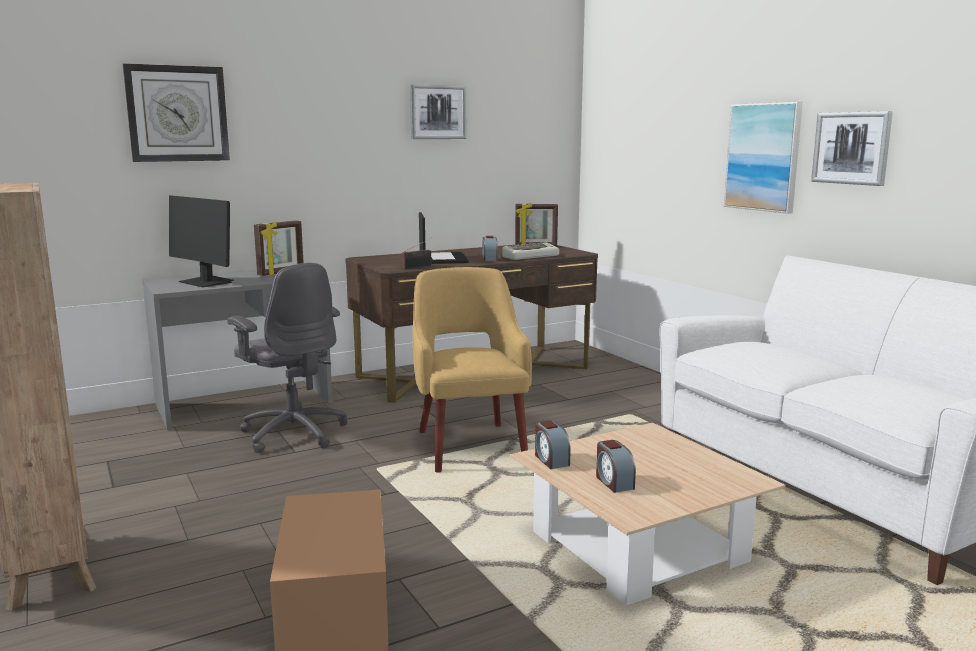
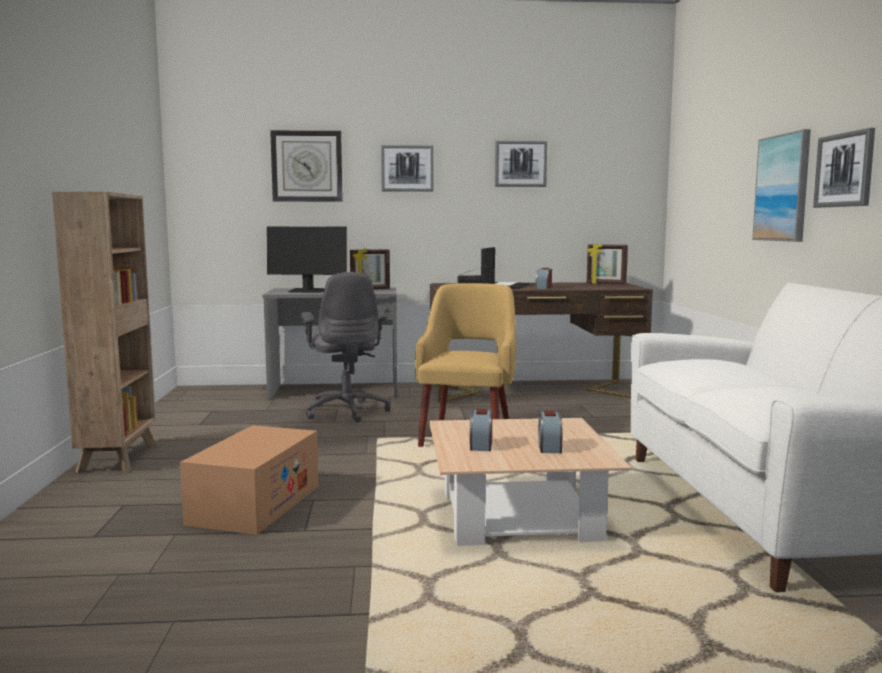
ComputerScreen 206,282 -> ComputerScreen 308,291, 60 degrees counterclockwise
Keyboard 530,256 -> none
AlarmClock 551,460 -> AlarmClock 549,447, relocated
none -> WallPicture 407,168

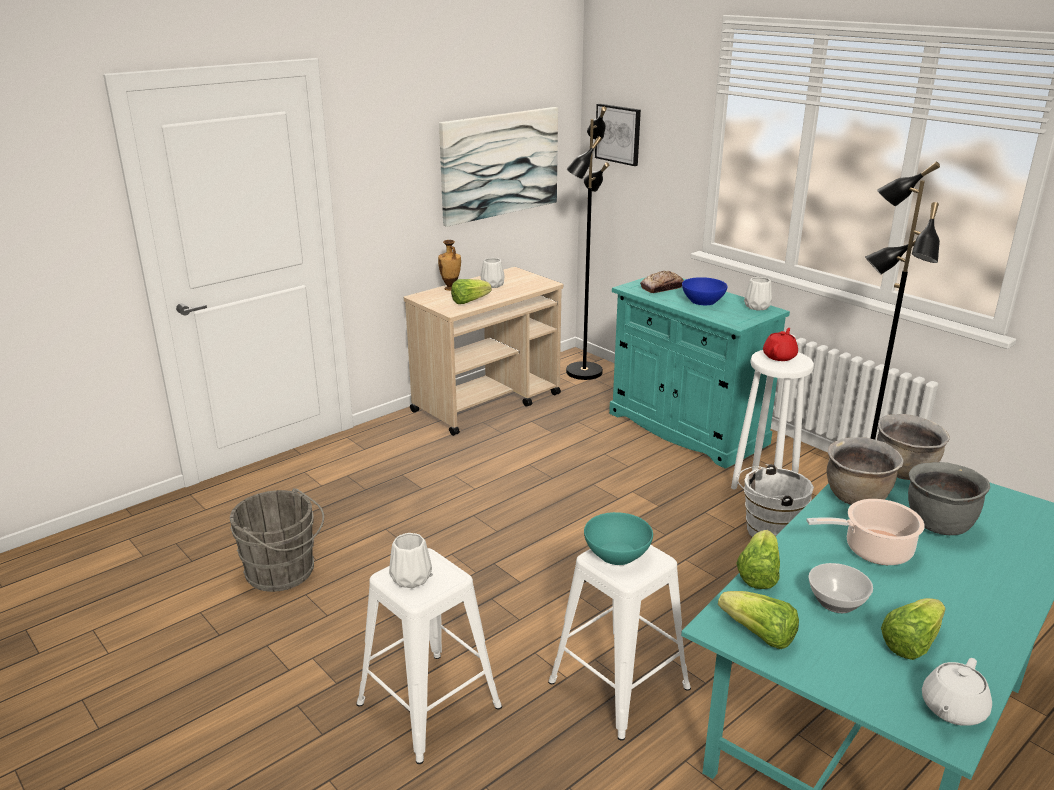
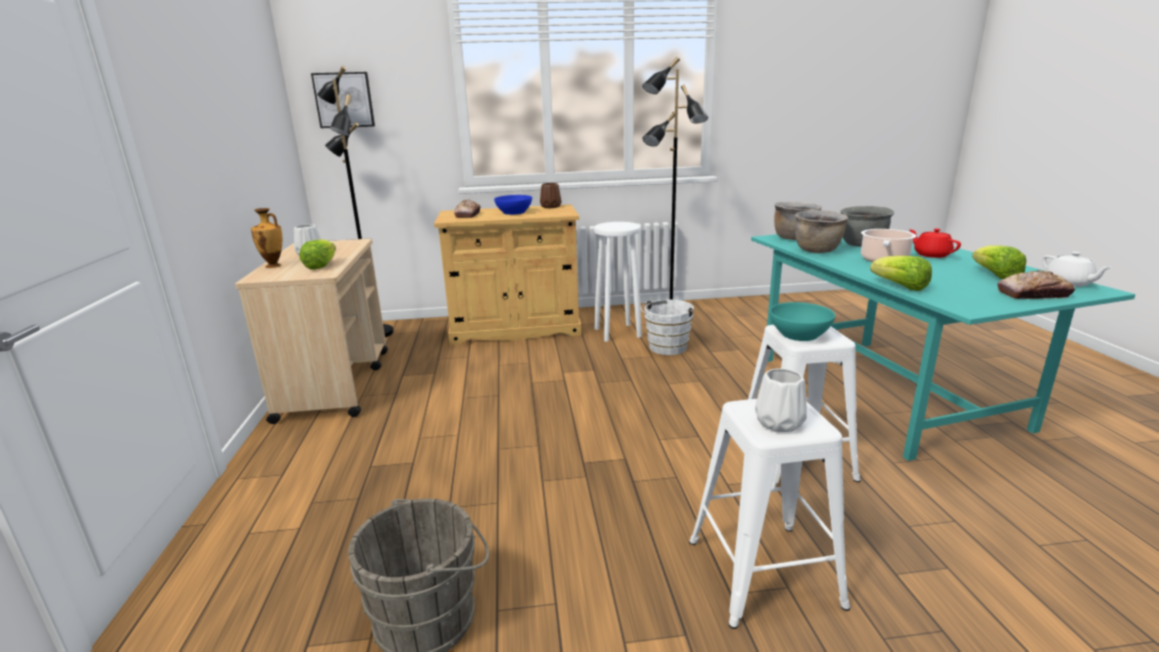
WallPicture 499,164 -> none
BlueGreenCabinet 686,428 -> BeigeColouredCabinet 515,329
HeadOfLettuce 758,635 -> none
WhitishDecorativeVase 756,306 -> BrownColouredDecorativeVase 550,207
RedColouredPotForTea 779,356 -> RedColouredPotForTea 931,255, relocated
Bowl 837,602 -> none
none -> BakedBread 1033,294

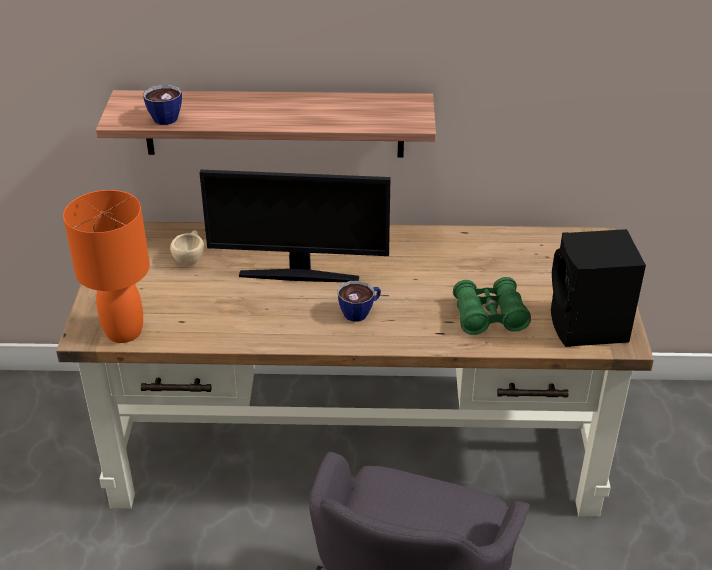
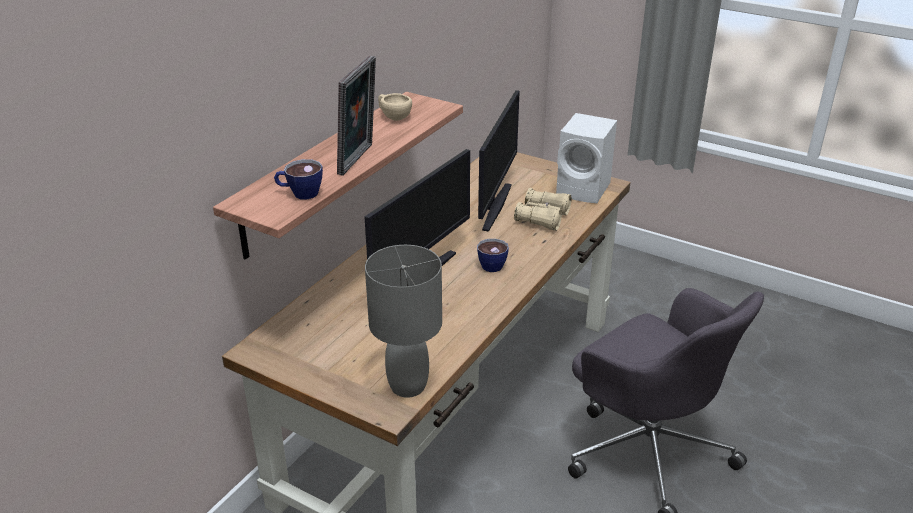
OrangeyLampForATable 124,332 -> GreyLampForATable 408,386
BeigeColouredSmallCup 190,257 -> BeigeColouredSmallCup 393,117, relocated
GreenColouredFieldGlasses 489,316 -> BeigeColouredFieldGlasses 542,217
BlackSpeaker 588,328 -> WhitishSpeaker 585,190
none -> StandingFrame 359,160
none -> ComputerScreen 494,206

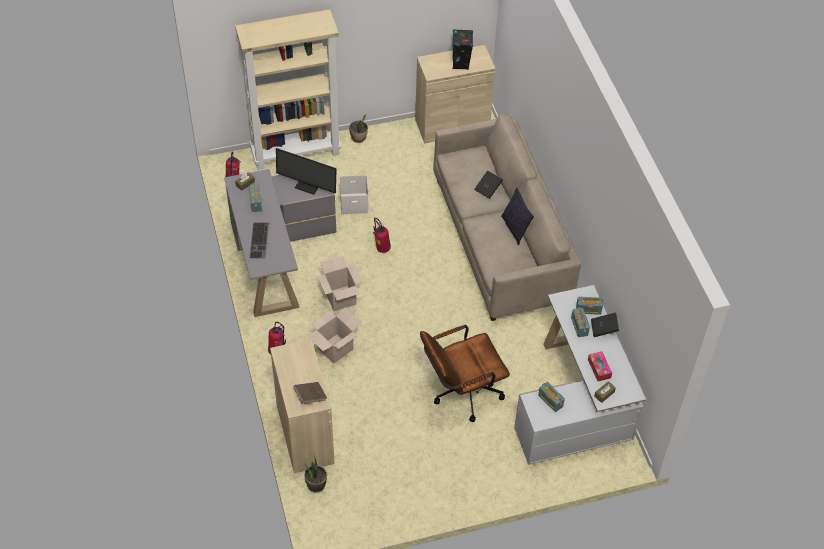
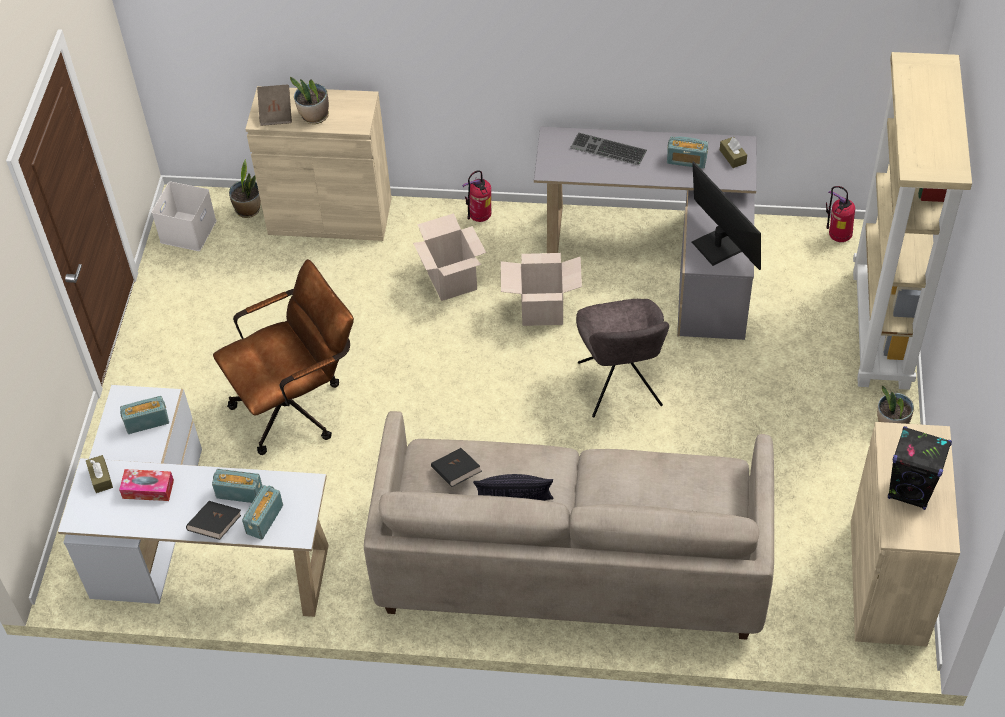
ComputerScreen 308,184 -> ComputerScreen 718,245, 105 degrees clockwise
WhitishStorageBox 353,204 -> WhitishStorageBox 187,230, relocated
Extinguisher 381,249 -> GreyUprightChair 620,387
BrownColouredComputerChair 461,393 -> BrownColouredComputerChair 297,405, 60 degrees clockwise
BlackVolume 488,189 -> BlackVolume 456,474, relocated
none -> PottedPlant 314,116

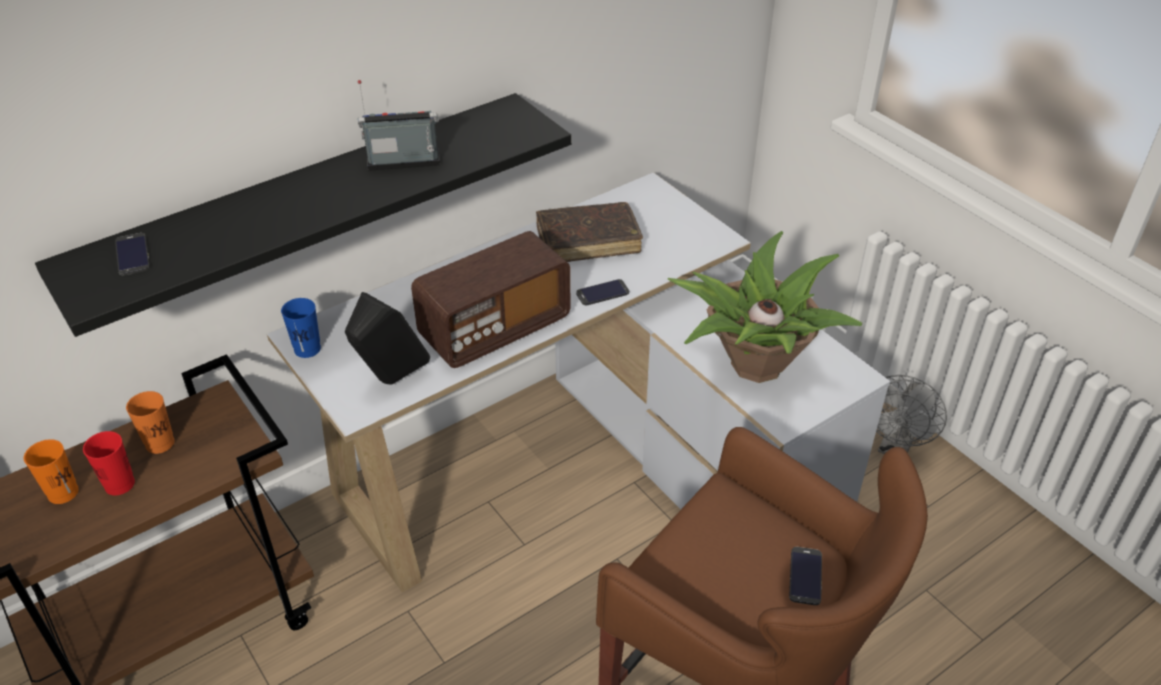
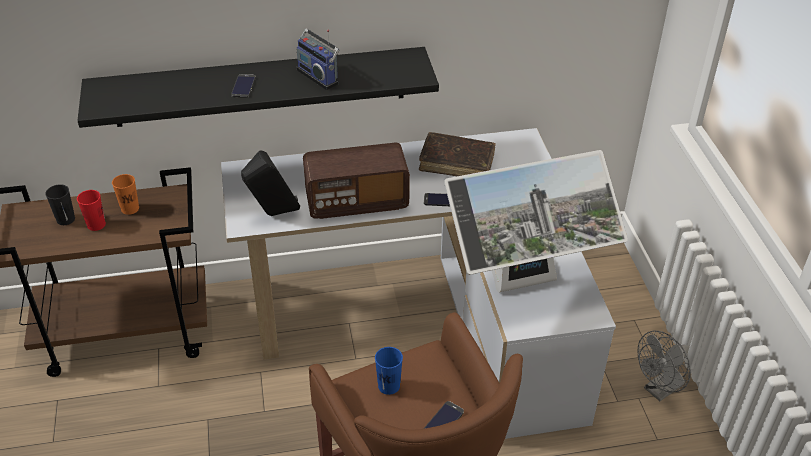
OrangeySmallCup 63,493 -> BlackSmallCup 65,219
Phone 132,254 -> Phone 243,86, relocated
BlueColouredSmallCup 307,349 -> BlueColouredSmallCup 389,386, relocated
RadioReceiver 404,164 -> RadioReceiver 319,76, 150 degrees counterclockwise
PottedPlant 755,366 -> ComputerScreen 525,283

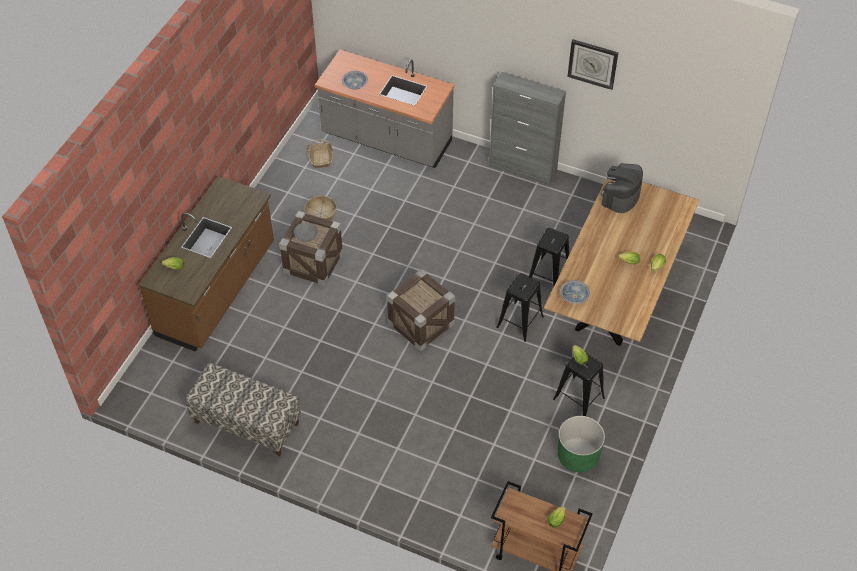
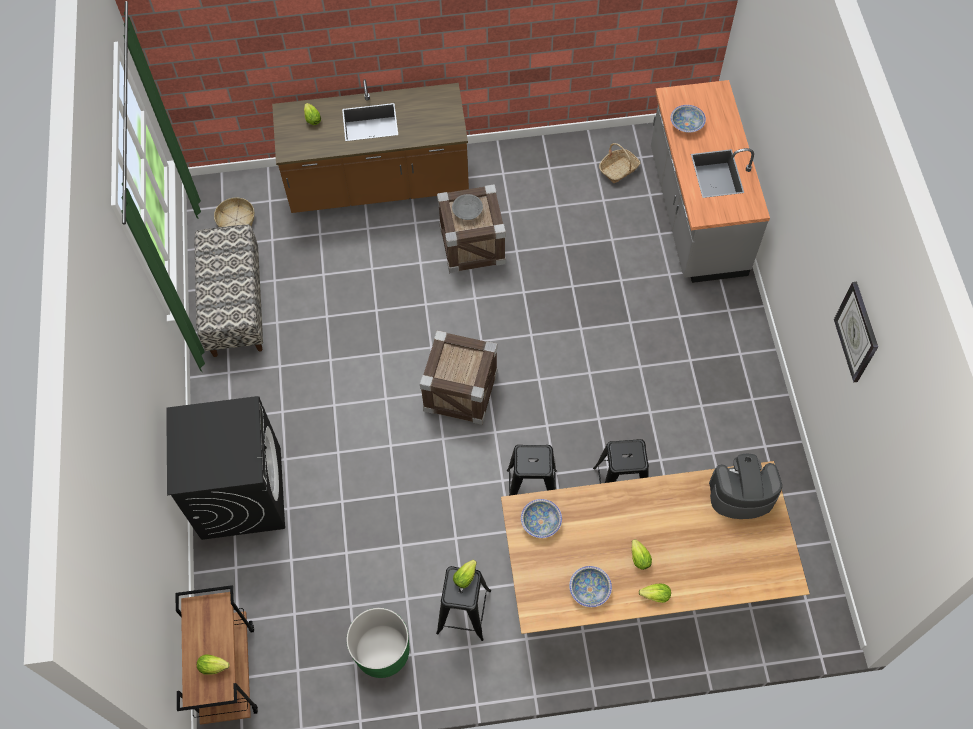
HouseholdBasket 321,213 -> HouseholdBasket 236,220, relocated
GreyCabinet 523,169 -> none
none -> BlackLaundryMachine 241,492
none -> Bowl 589,589

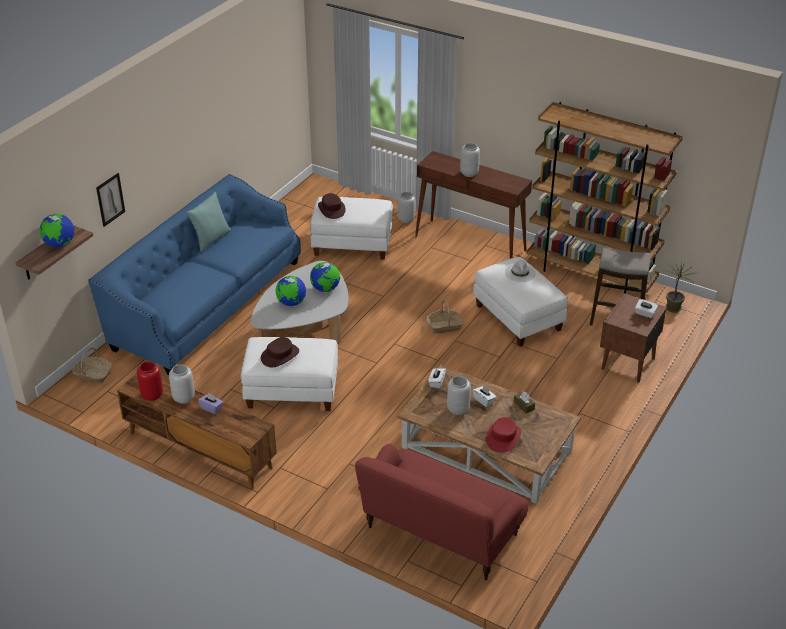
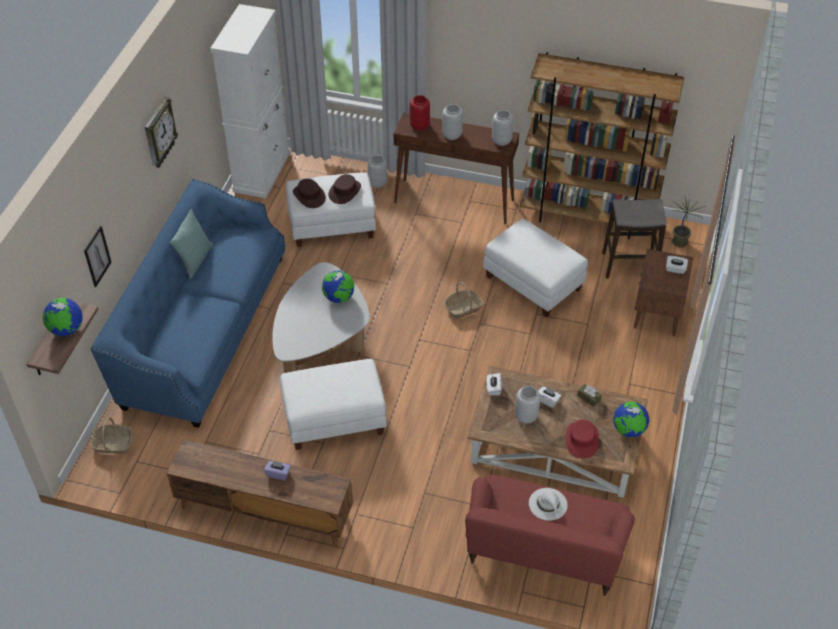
RedColouredDecorativeVase 151,395 -> RedColouredDecorativeVase 419,126, relocated
GreyDecorativeVase 184,398 -> GreyDecorativeVase 501,141, relocated
BrownColouredHat 280,355 -> BrownColouredHat 345,191, relocated
WorldGlobe 291,303 -> WorldGlobe 628,430, relocated
WhitishHat 520,273 -> WhitishHat 548,504, relocated
none -> WallClock 159,133
none -> WhitishCabinet 262,172

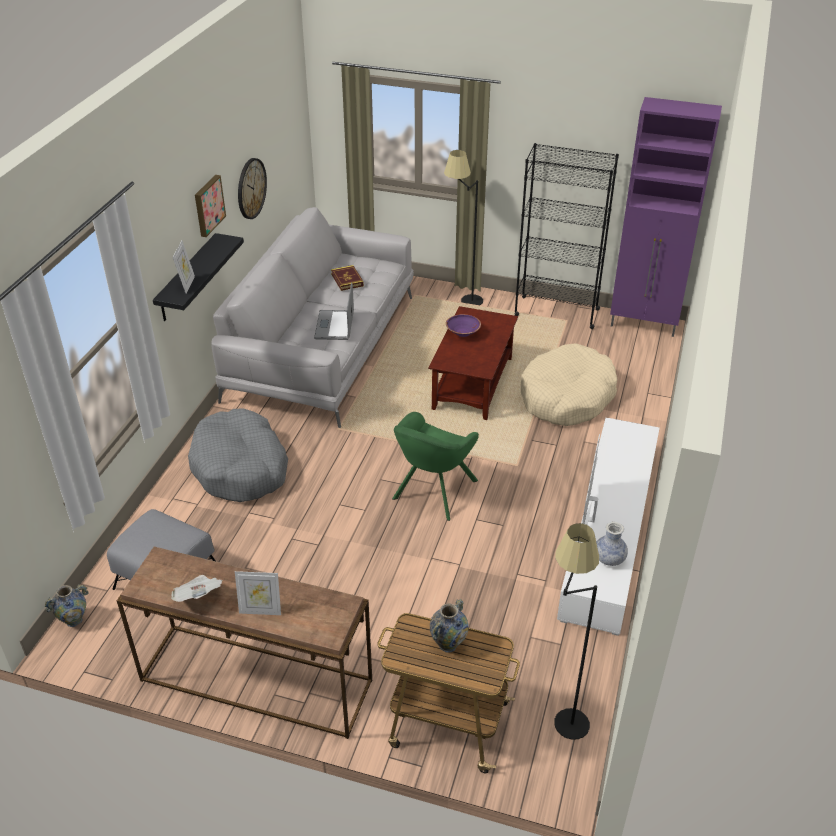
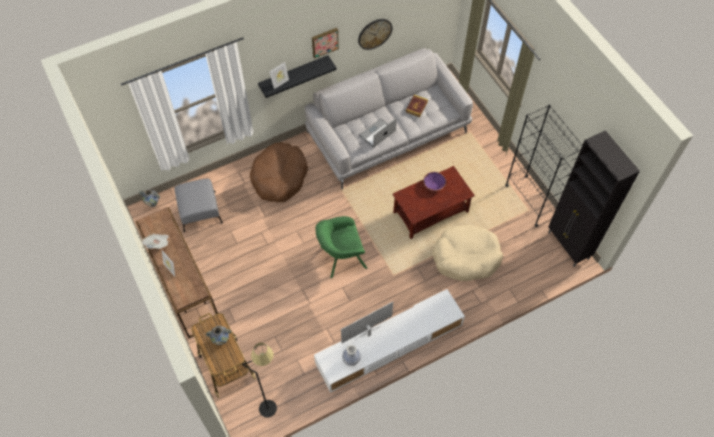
GreyDogBed 240,467 -> BrownColouredDogBed 279,177
BlackFloorLamp 462,299 -> none
PurpleCabinet 644,324 -> BlackCabinet 568,246

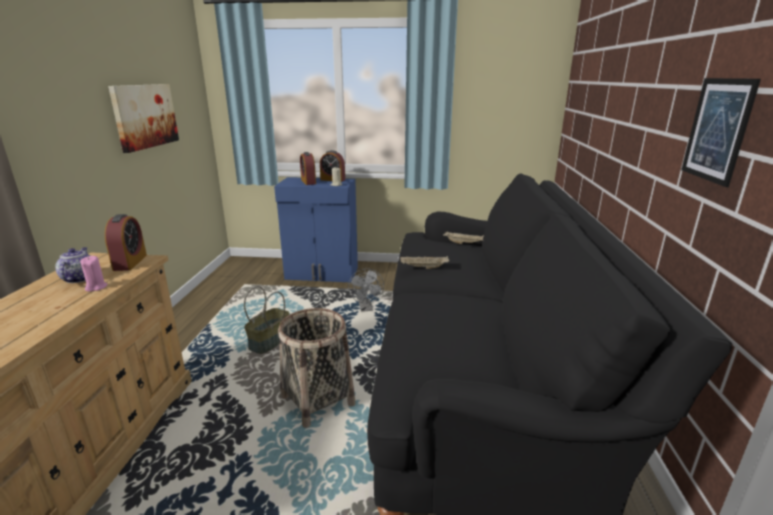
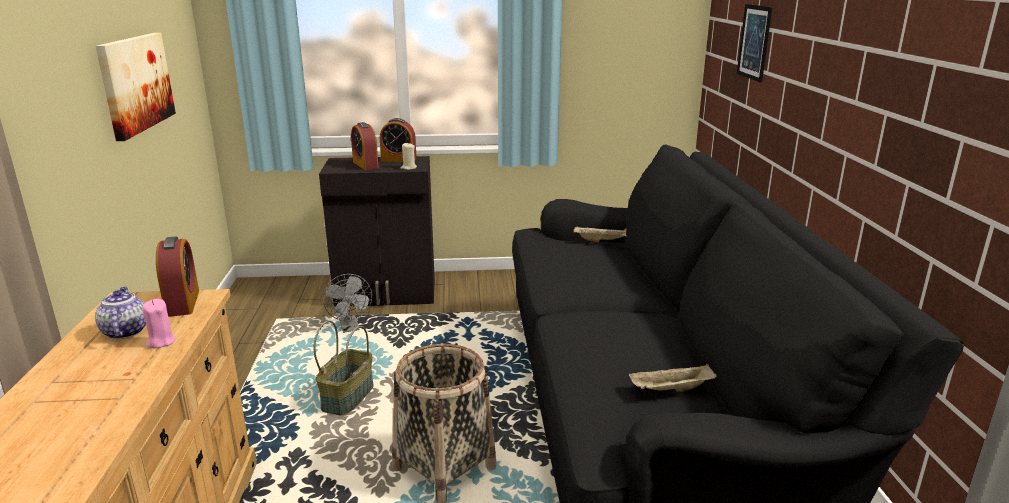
BlueColouredCabinet 322,274 -> BlackCabinet 386,294
GreyFan 366,309 -> GreyFan 350,328, relocated
BeigeColouredCarryingTray 423,268 -> BeigeColouredCarryingTray 671,390, relocated
WallPicture 717,130 -> WallPicture 754,42, relocated

